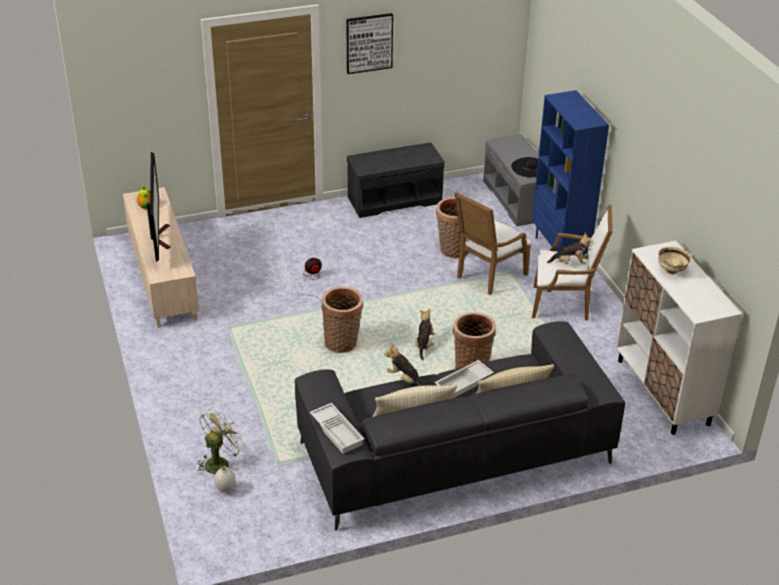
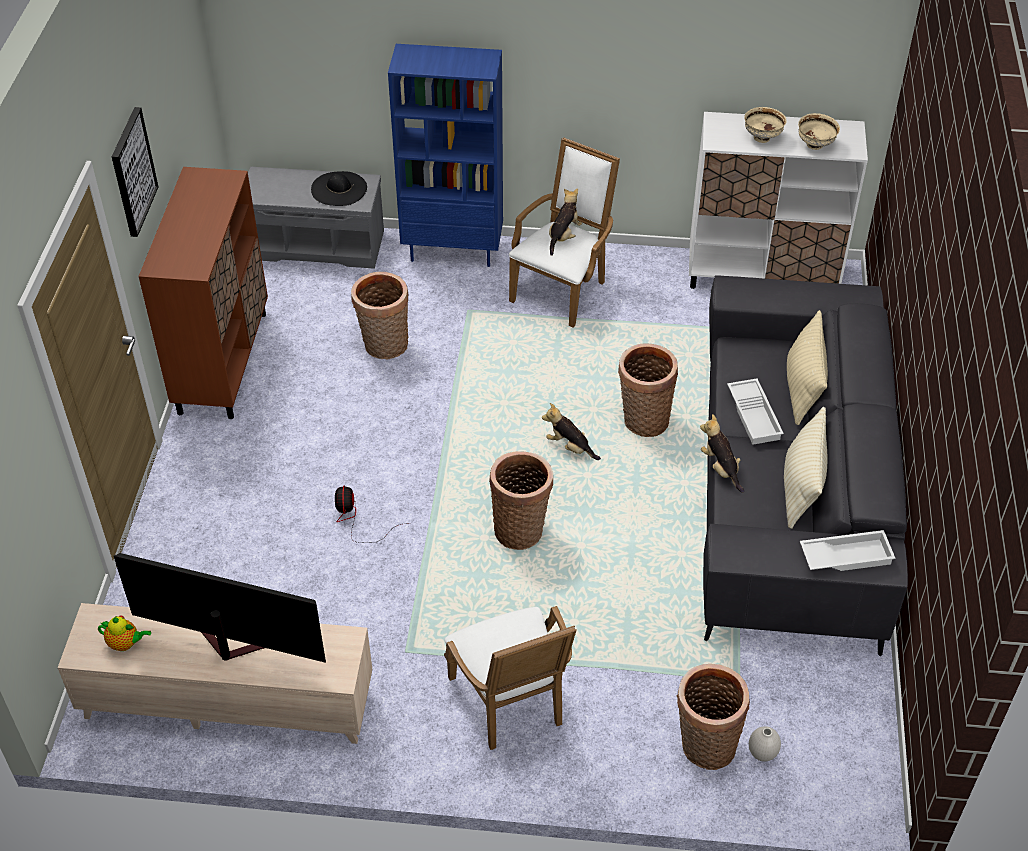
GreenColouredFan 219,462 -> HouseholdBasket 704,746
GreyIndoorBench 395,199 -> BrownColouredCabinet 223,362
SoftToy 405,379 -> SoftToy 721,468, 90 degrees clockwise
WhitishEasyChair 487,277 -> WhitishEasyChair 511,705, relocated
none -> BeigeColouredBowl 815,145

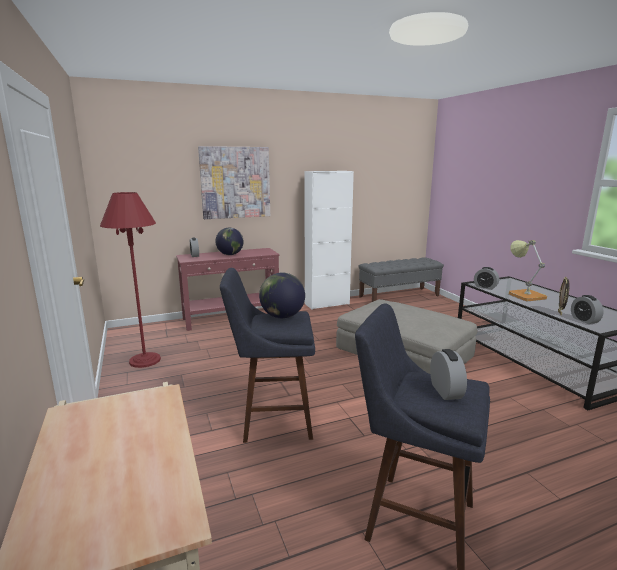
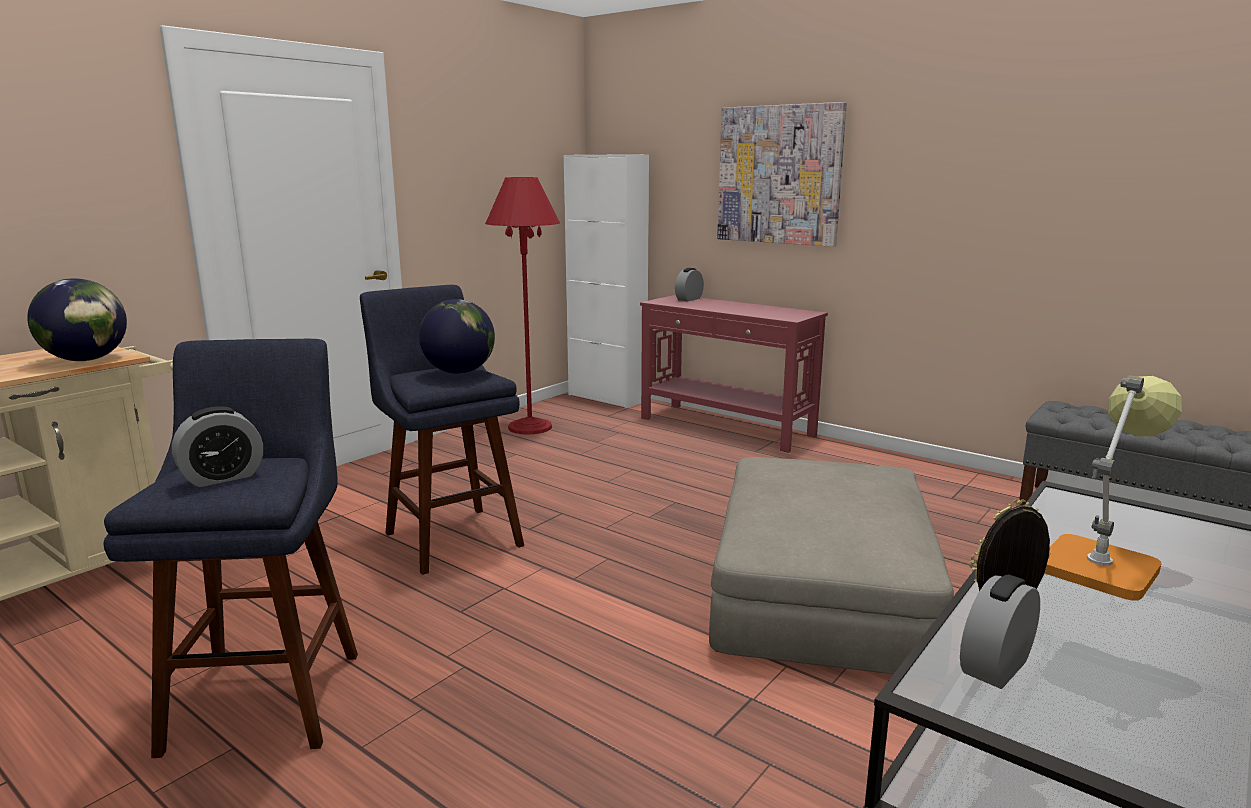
WorldGlobe 230,254 -> WorldGlobe 86,360, relocated
WhitishCabinet 327,304 -> WhitishCabinet 607,397, relocated
AlarmClock 485,287 -> none

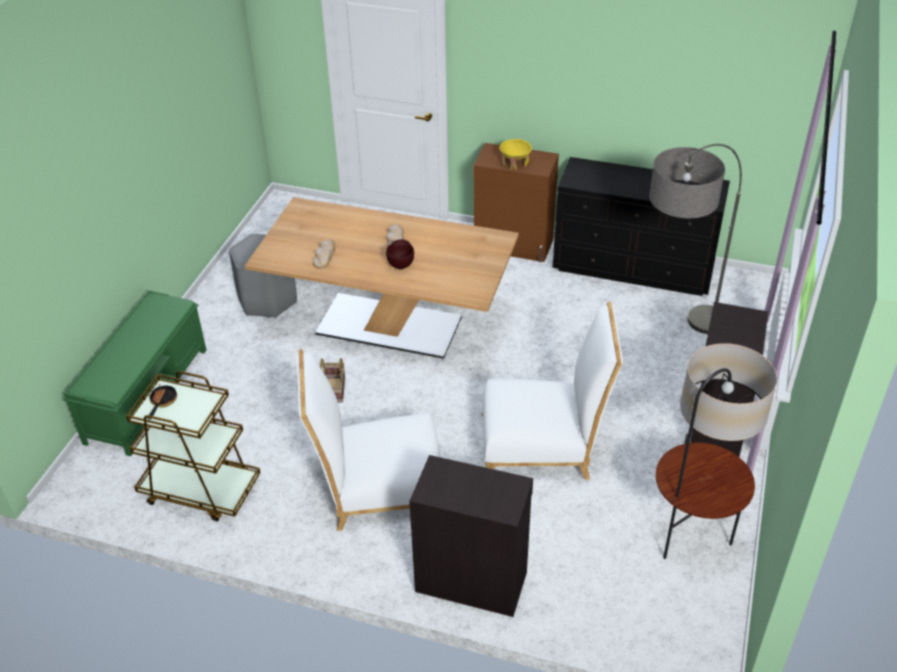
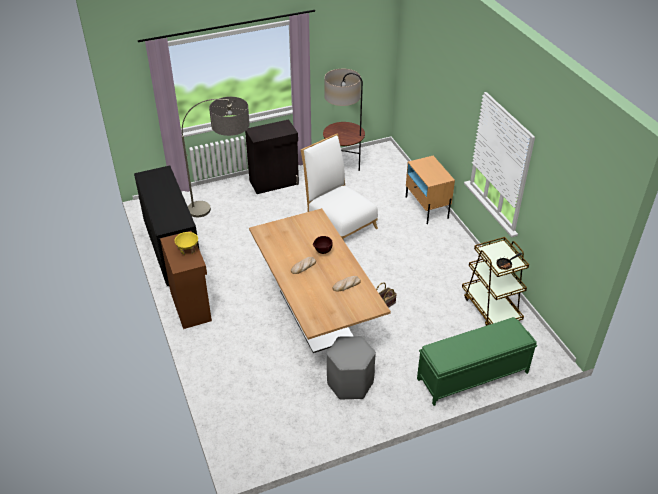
WhitishUprightChair 378,488 -> none
BlackCabinet 471,580 -> BeigeColouredNightTable 426,207

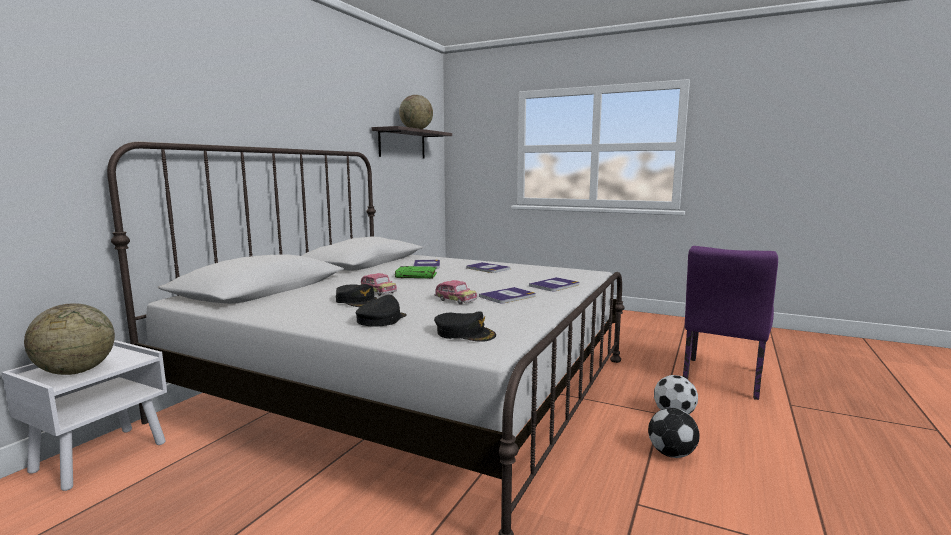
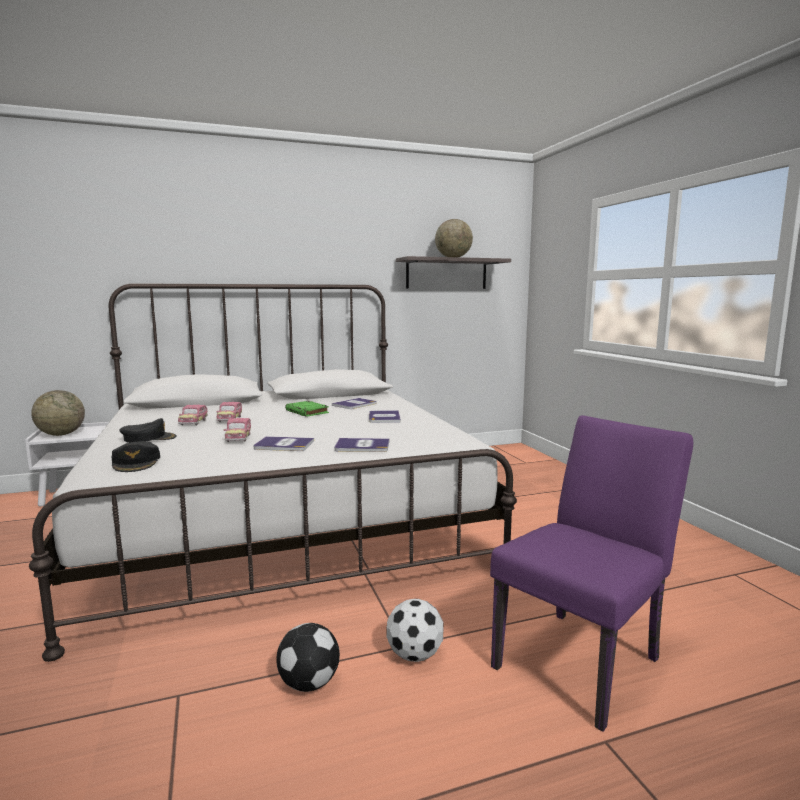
BlackBaseballCap 357,301 -> ToyCar 193,422
PurpleUprightChair 721,380 -> PurpleUprightChair 584,657, 150 degrees clockwise

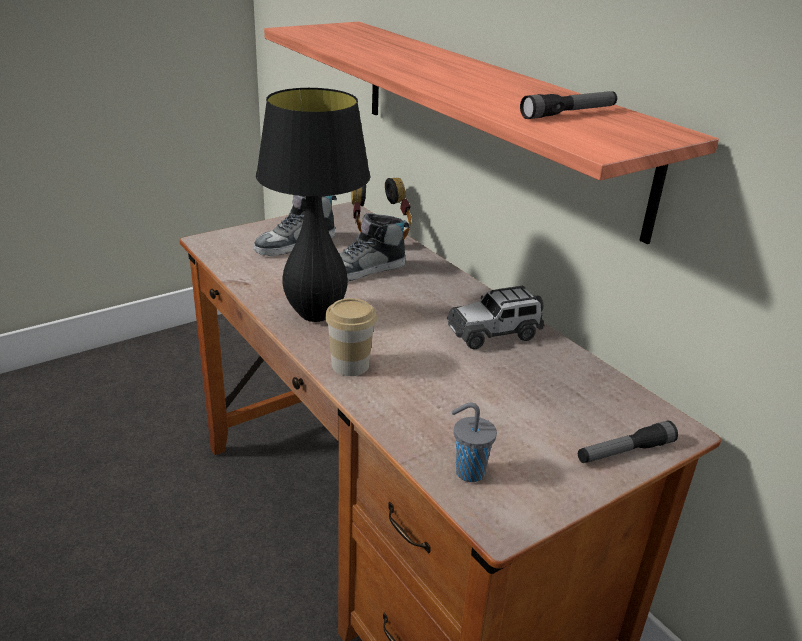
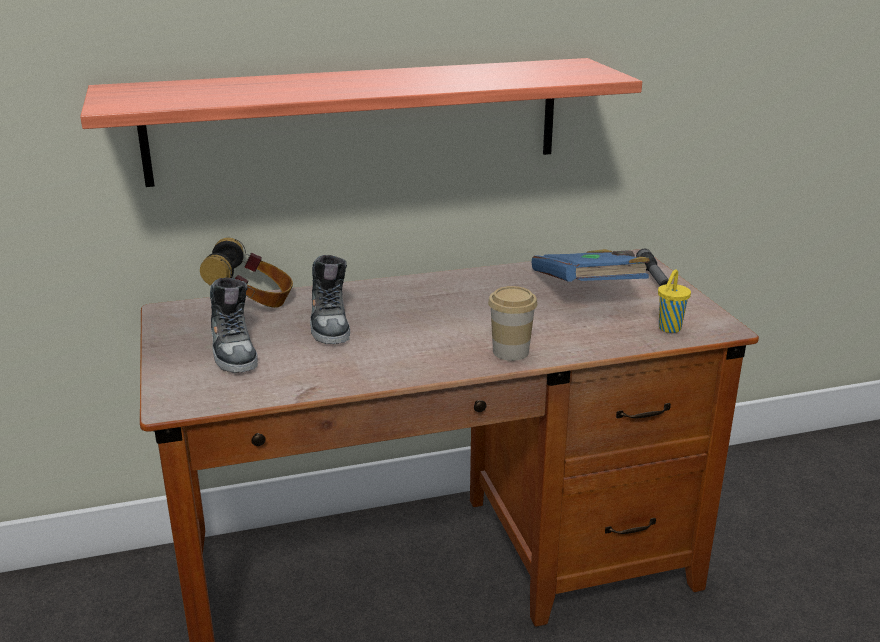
BlackLampForATable 315,314 -> none
ToyCar 494,333 -> none
GreySmallCup 468,472 -> YellowSmallCup 669,329
HandTorch 569,113 -> none
none -> BlueColouredVolume 588,290

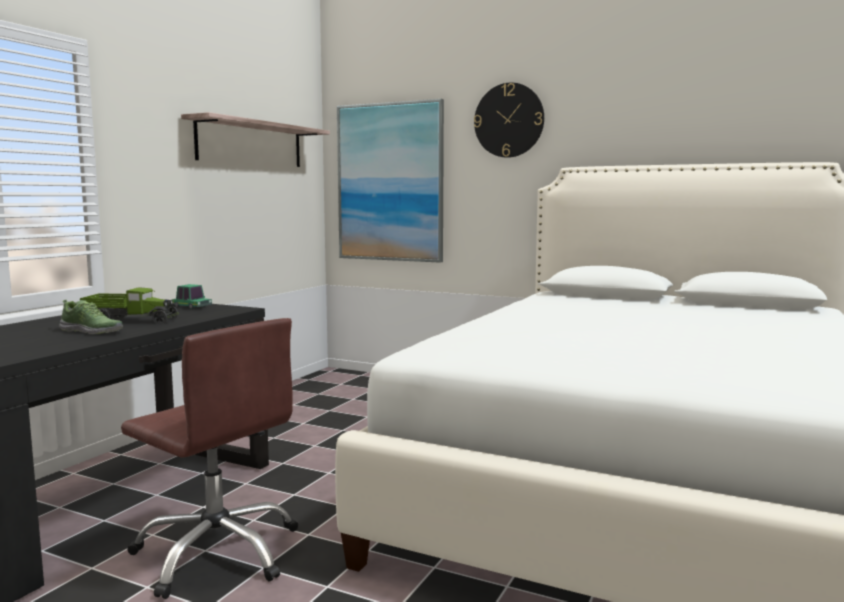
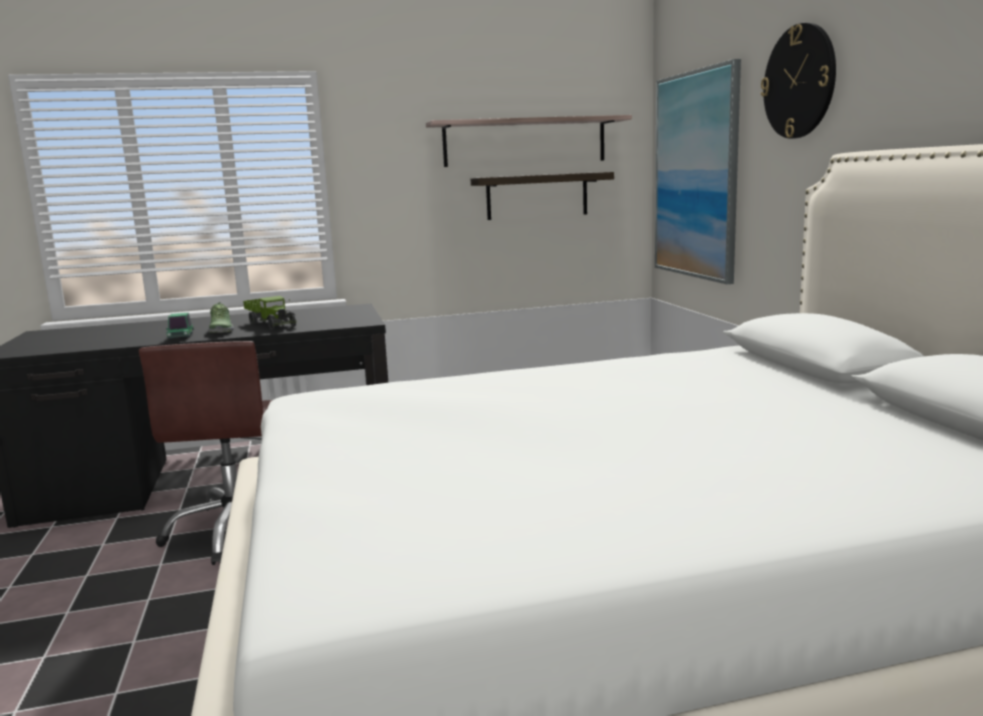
ToyCar 191,307 -> ToyCar 181,336, relocated
none -> WallShelf 537,196

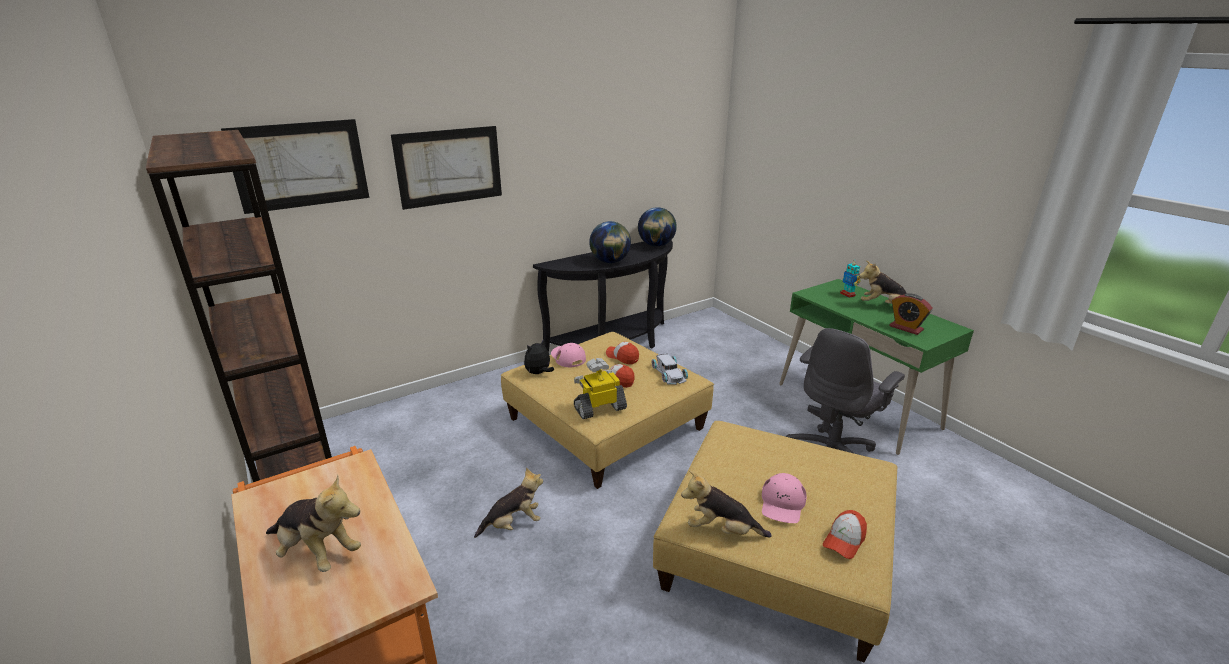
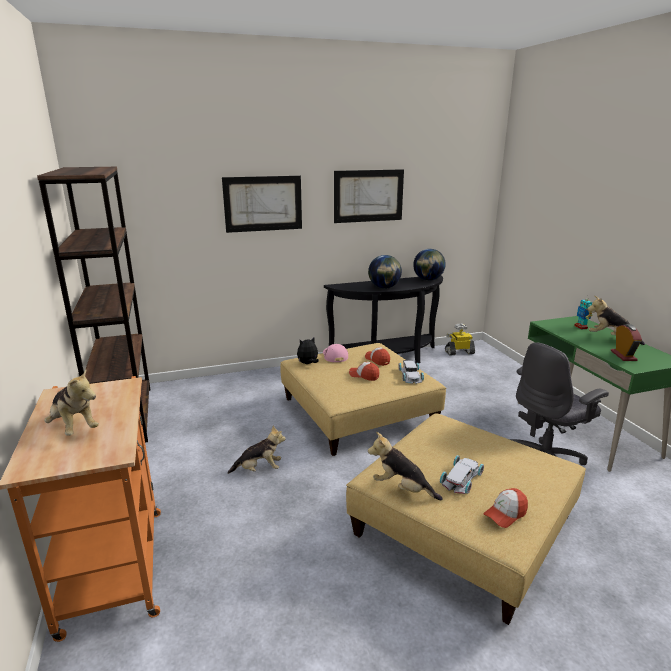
WallPicture 300,165 -> WallPicture 368,196, relocated
RobotFigure 600,408 -> RobotFigure 459,352, relocated
PinkColouredBaseballCap 782,503 -> WhitishToyCar 462,478
AlarmClock 906,328 -> AlarmClock 623,356, 150 degrees counterclockwise

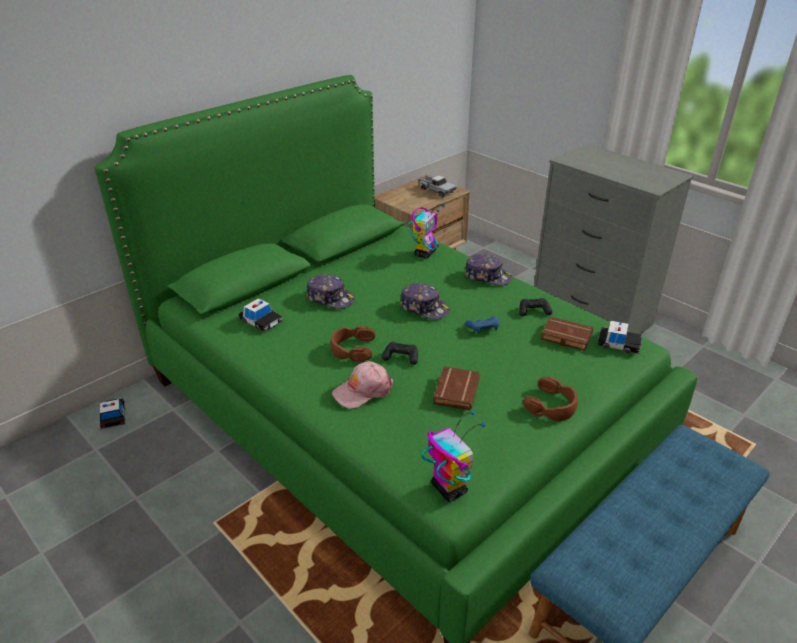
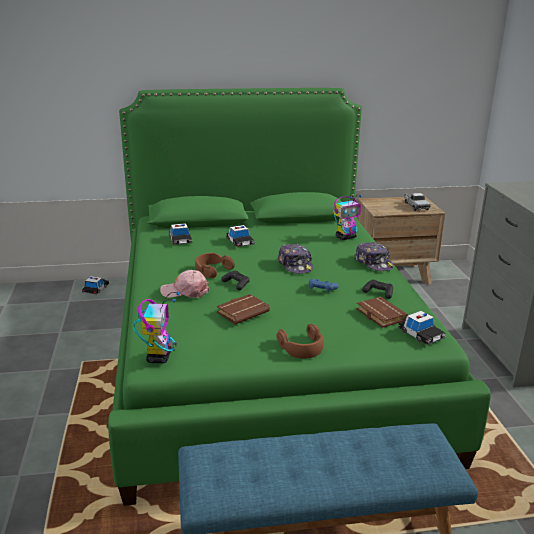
BaseballCap 330,298 -> ToyCar 240,242

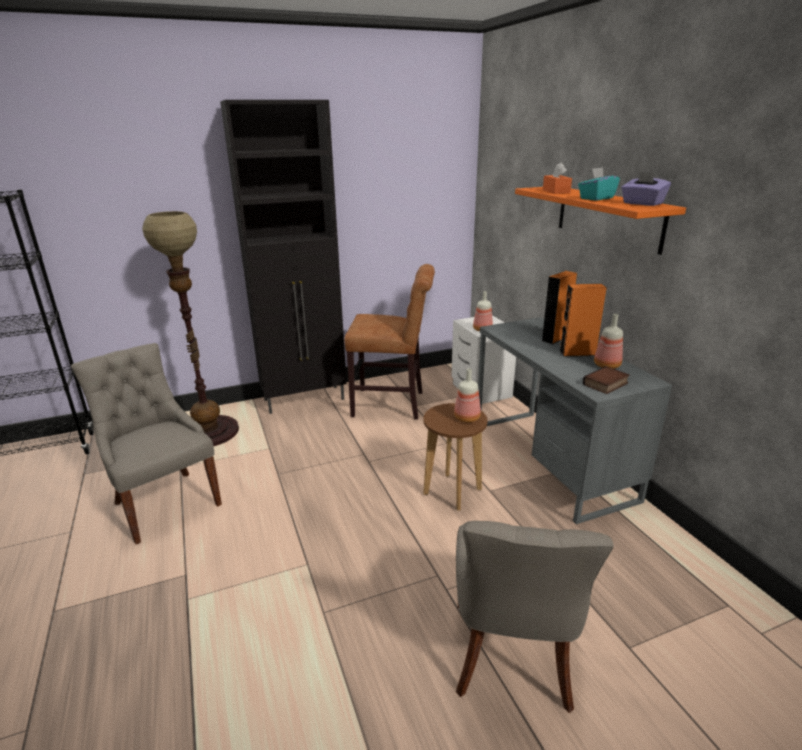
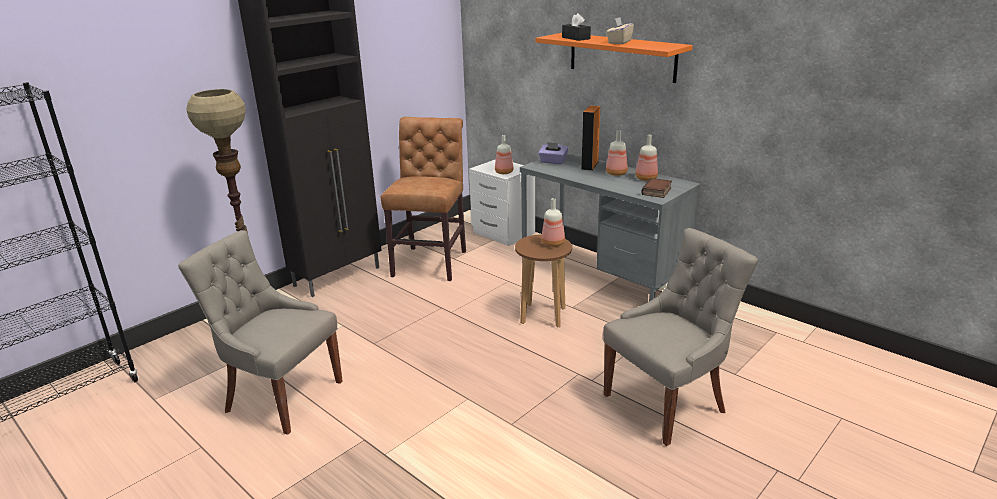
BrownColouredUprightChair 392,404 -> BrownColouredUprightChair 431,262, 60 degrees counterclockwise
GreyUprightChair 512,656 -> GreyUprightChair 667,403, 105 degrees counterclockwise
OrangeyBoxOfTissues 556,191 -> BlackBoxOfTissues 576,38
OrangeySpeaker 577,353 -> Bottle 617,173
BlueGreenBoxOfTissues 596,198 -> BeigeColouredBoxOfTissues 619,42
PurpleBoxOfTissues 642,203 -> PurpleBoxOfTissues 553,162, relocated

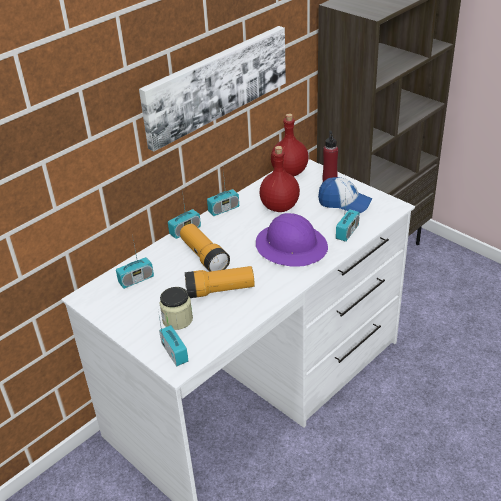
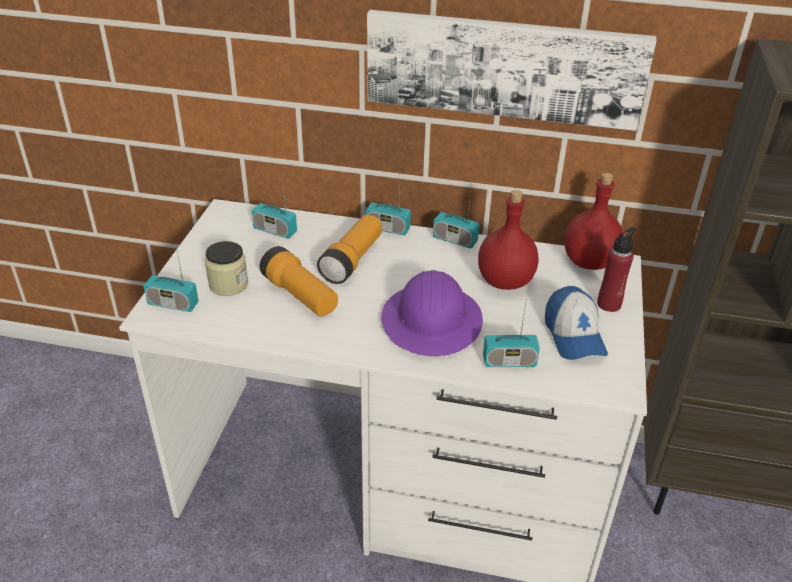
RadioReceiver 175,353 -> RadioReceiver 173,304, 75 degrees clockwise

